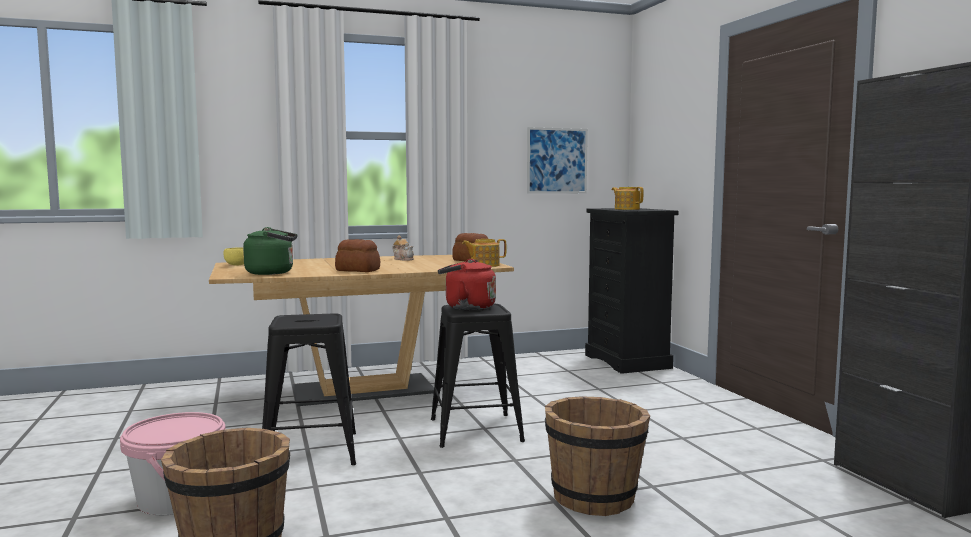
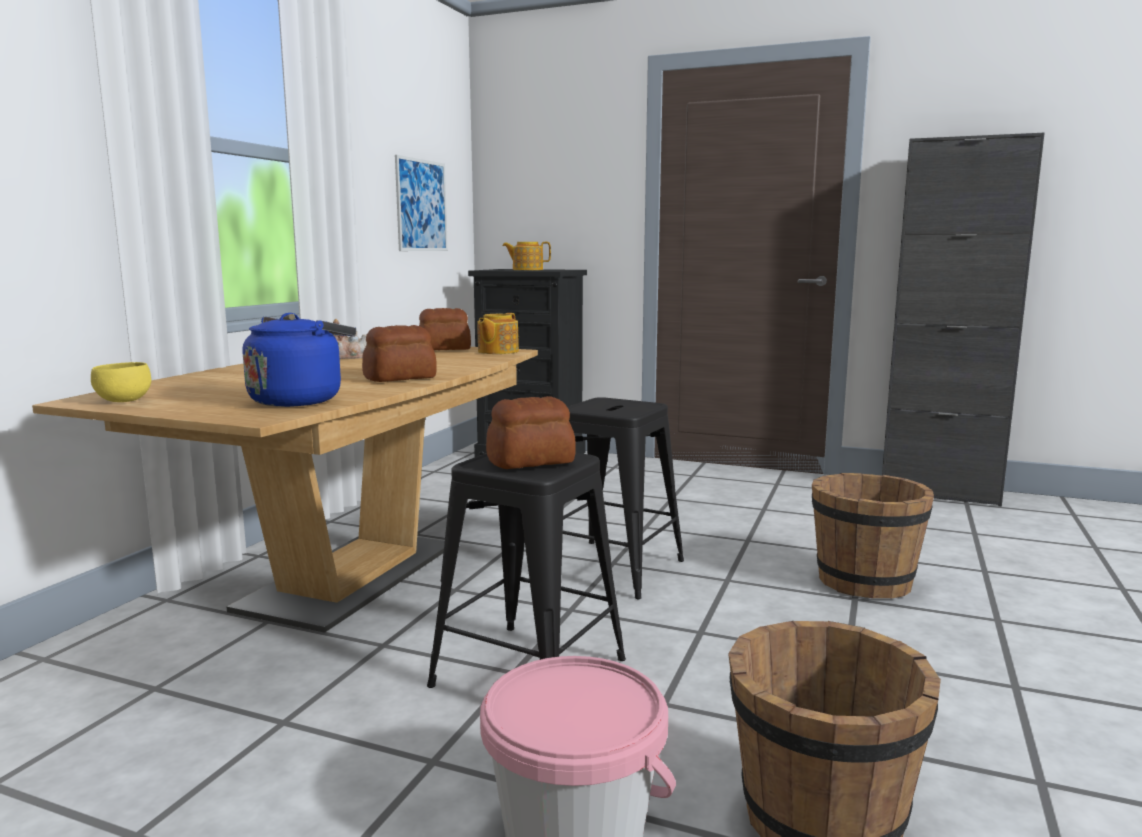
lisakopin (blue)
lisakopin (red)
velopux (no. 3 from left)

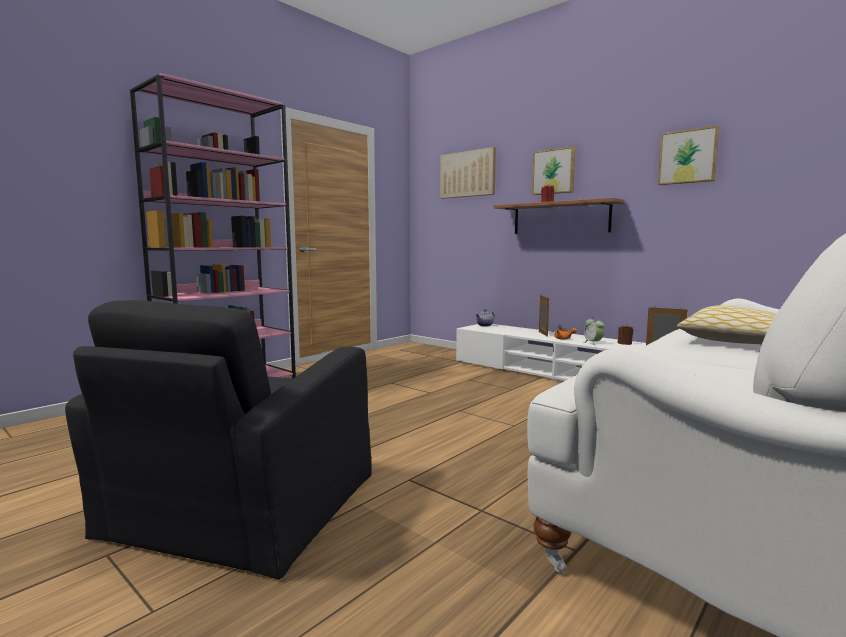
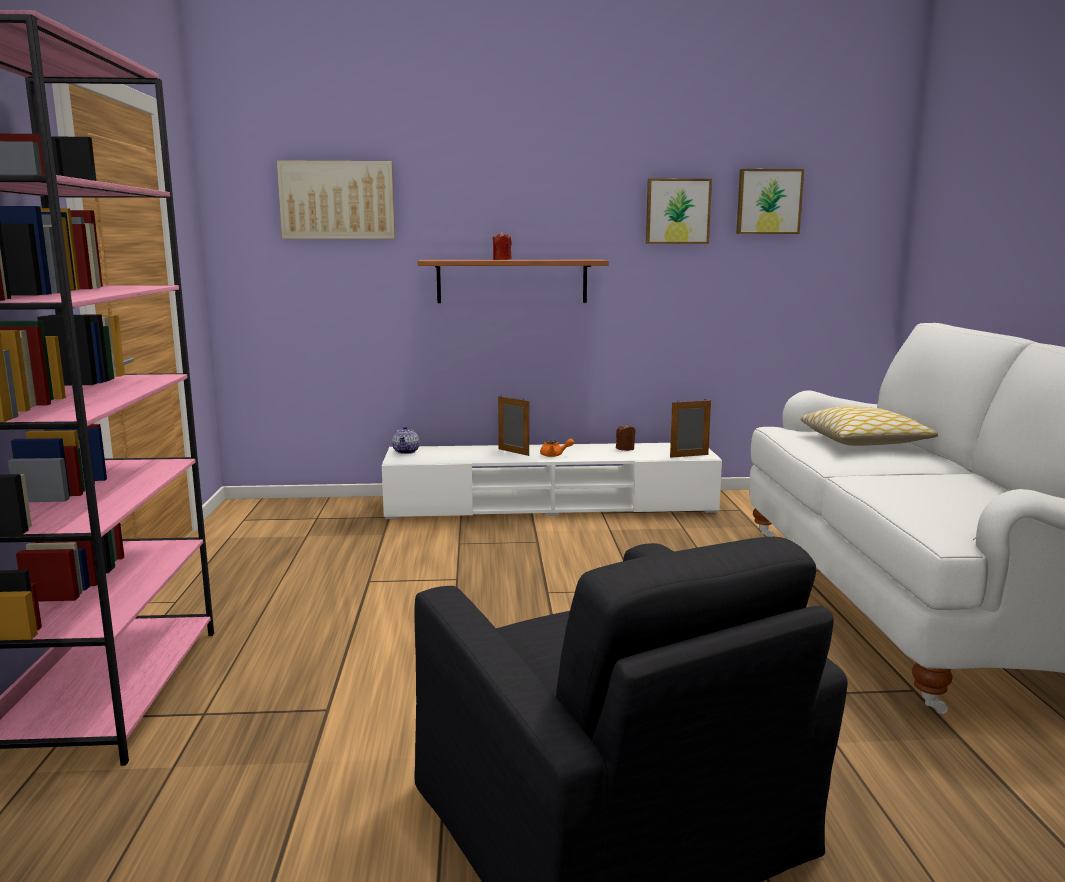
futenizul (no. 3 from left)
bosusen

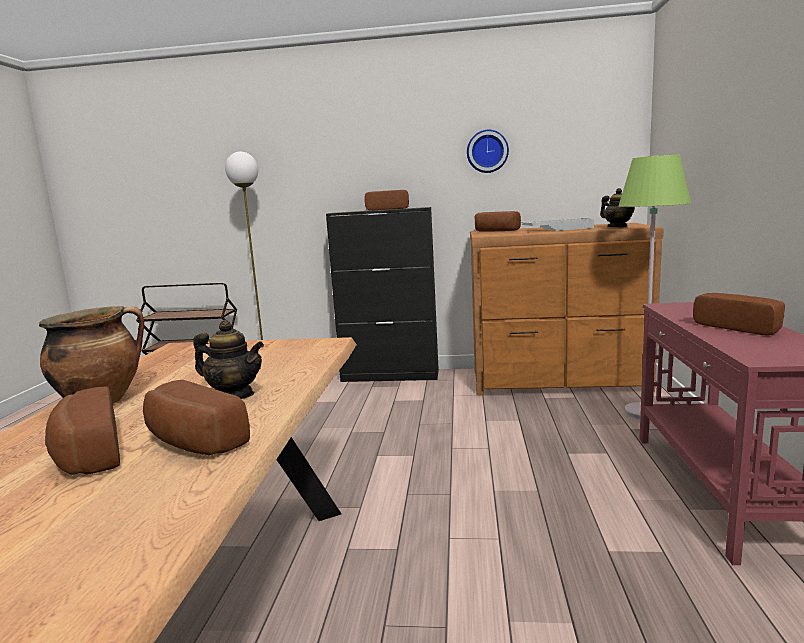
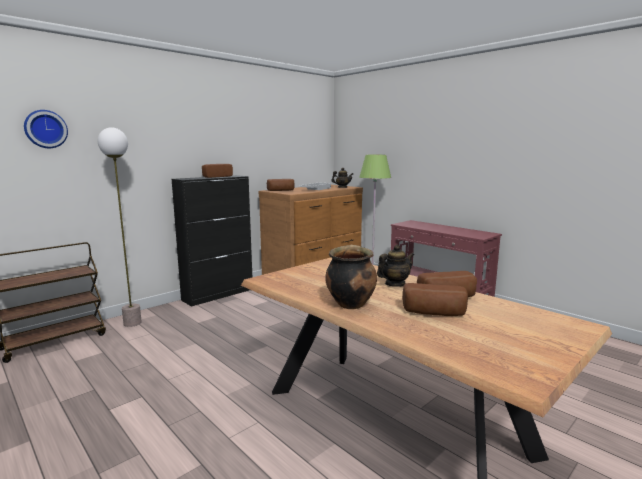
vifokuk
velopux (no. 5 from left in the first image)

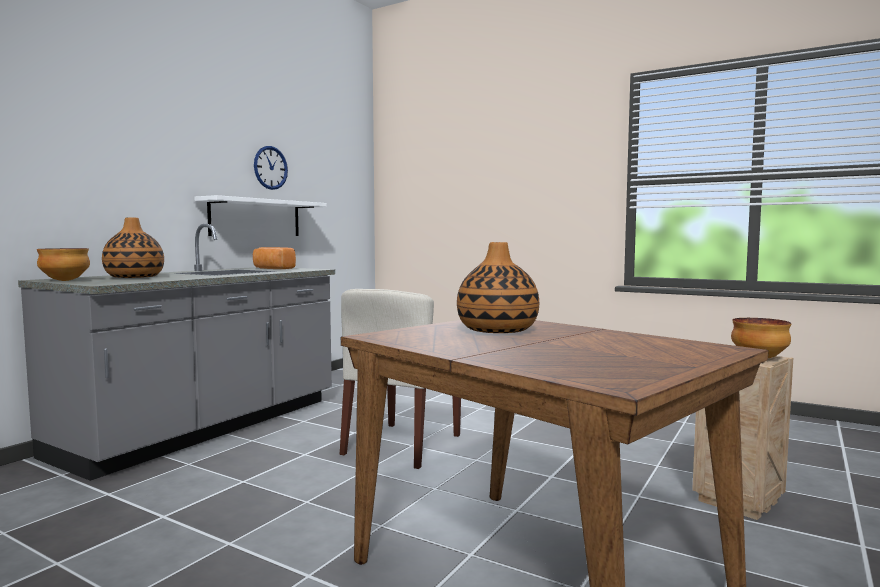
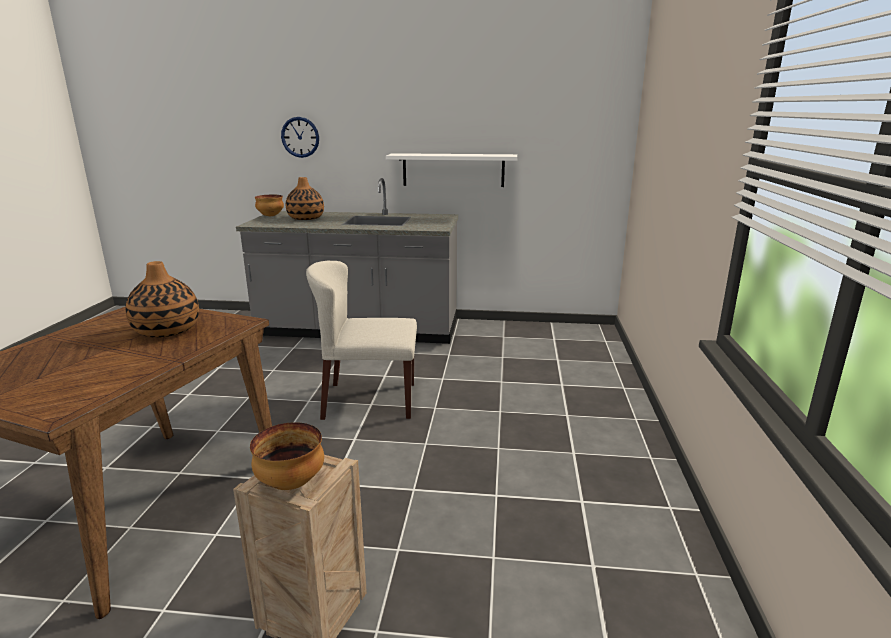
vifokuk
velopux

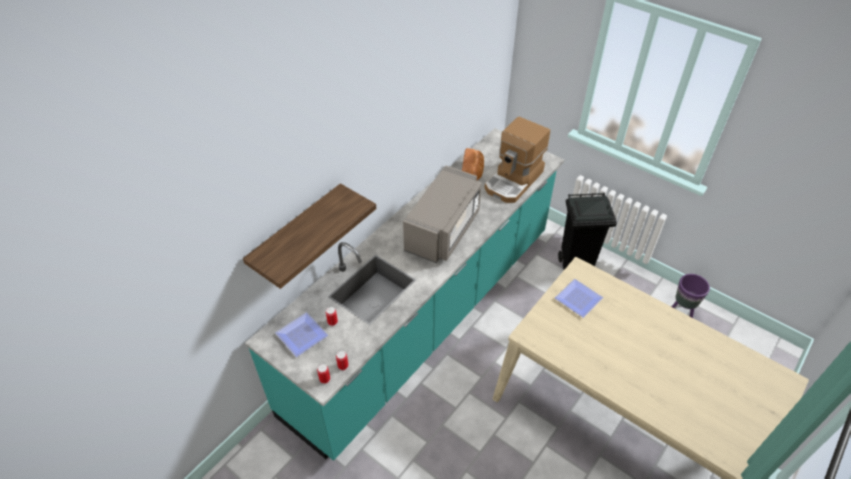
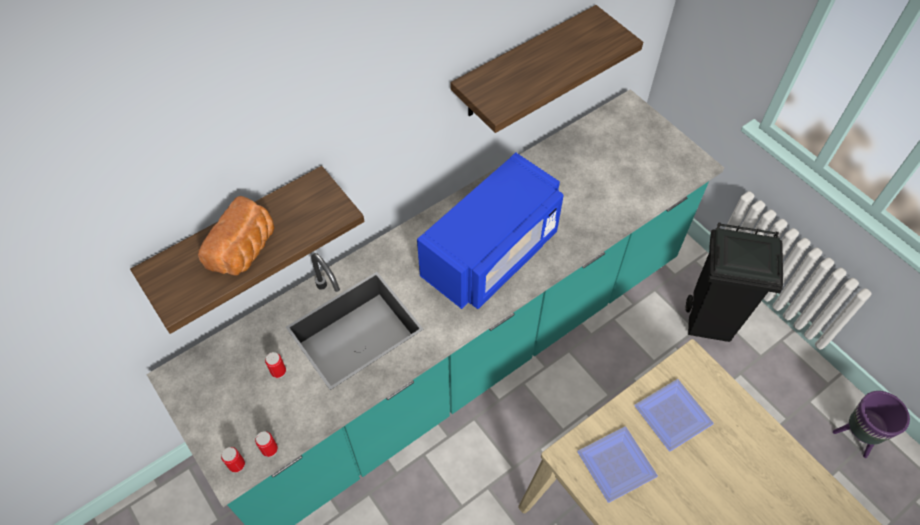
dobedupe
velopux
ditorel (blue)
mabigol (no. 1 from left)
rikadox (no. 2 from left)

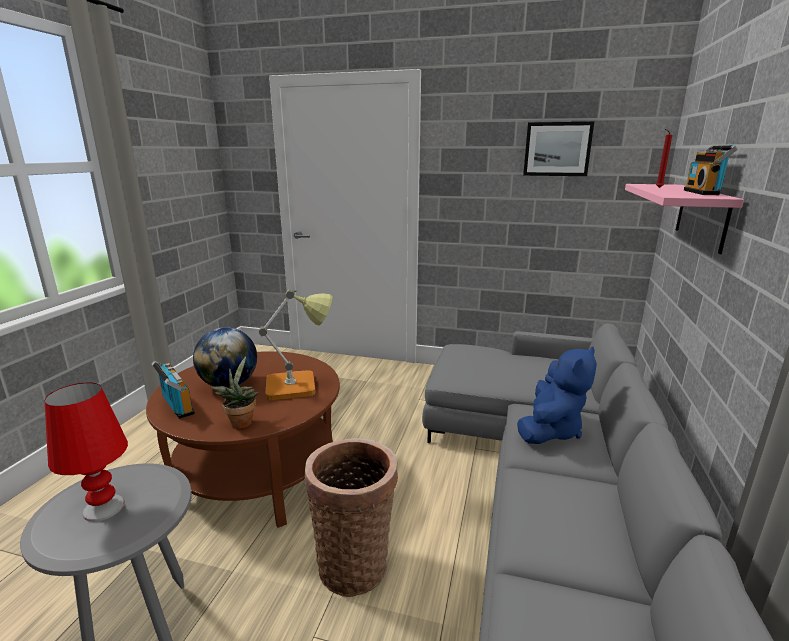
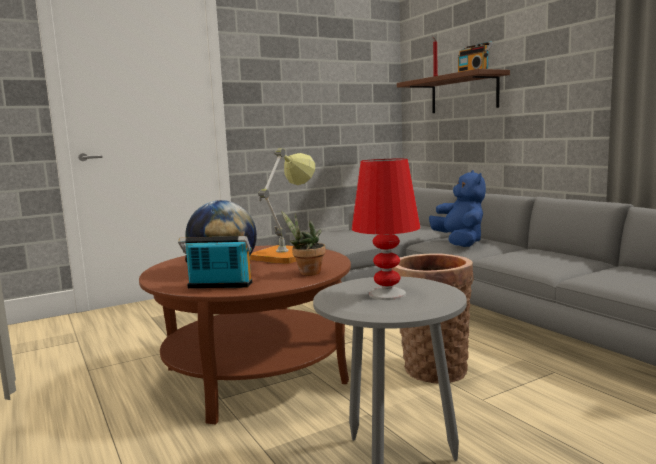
futenizul
rikadox (brown)

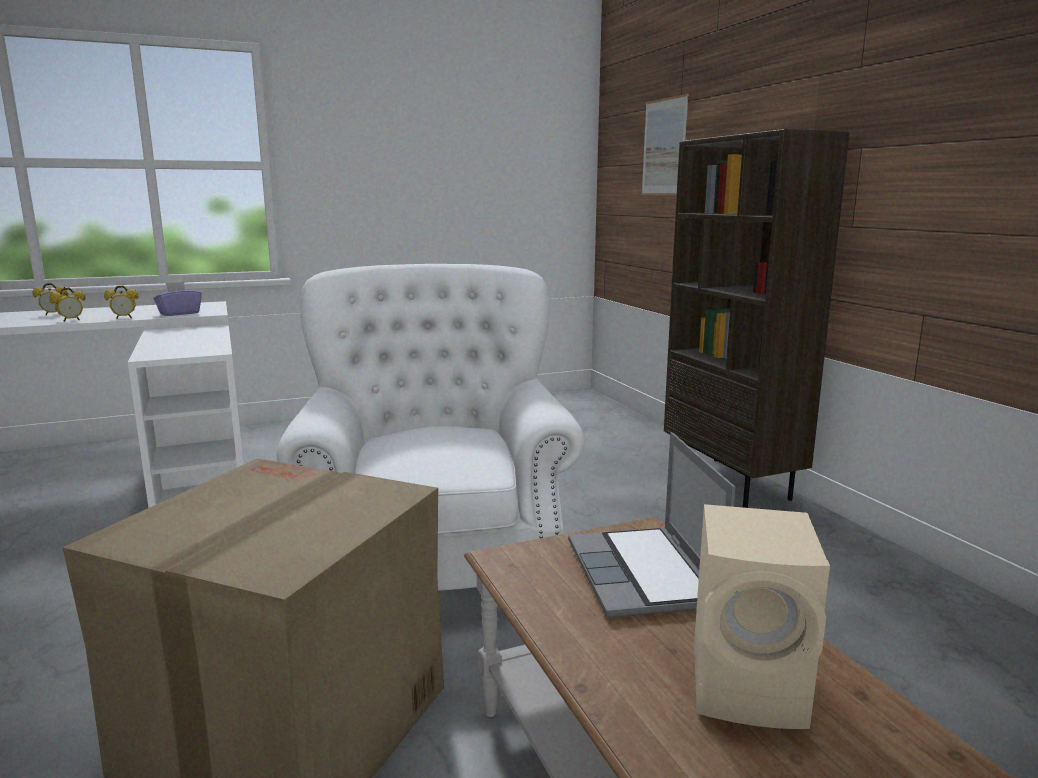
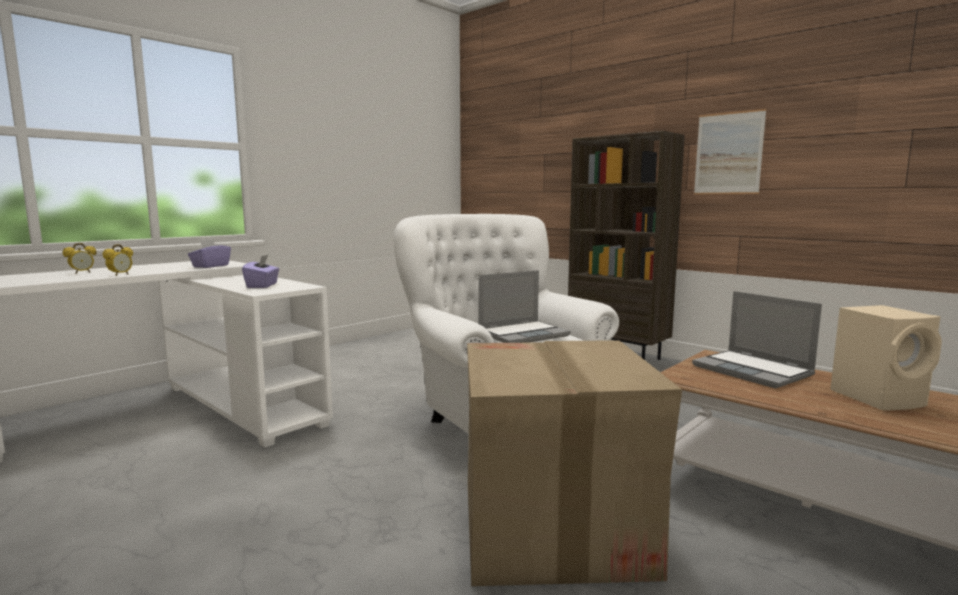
futenizul
bosusen (no. 3 from left in the first image)
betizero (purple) (no. 2 from left)
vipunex (no. 1 from left)

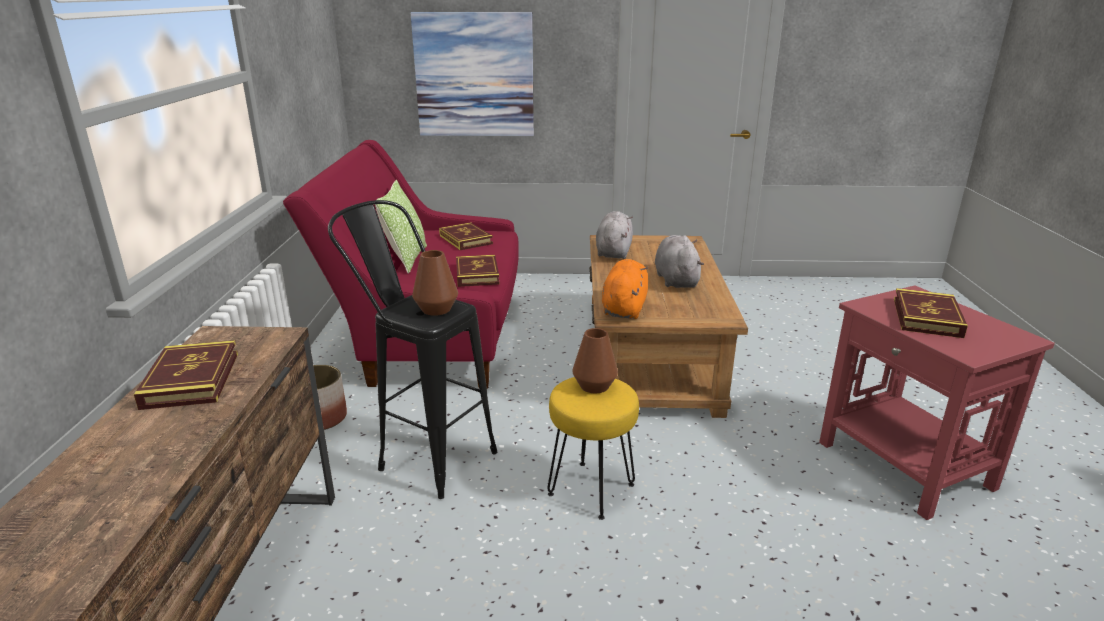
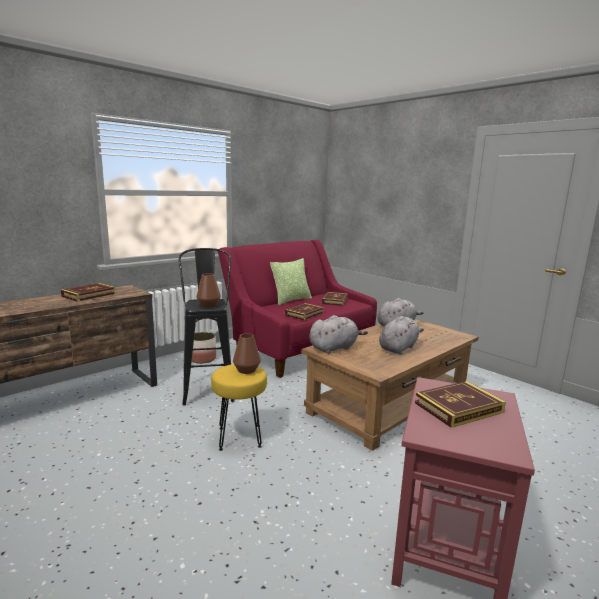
futenizul
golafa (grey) (no. 1 from left)

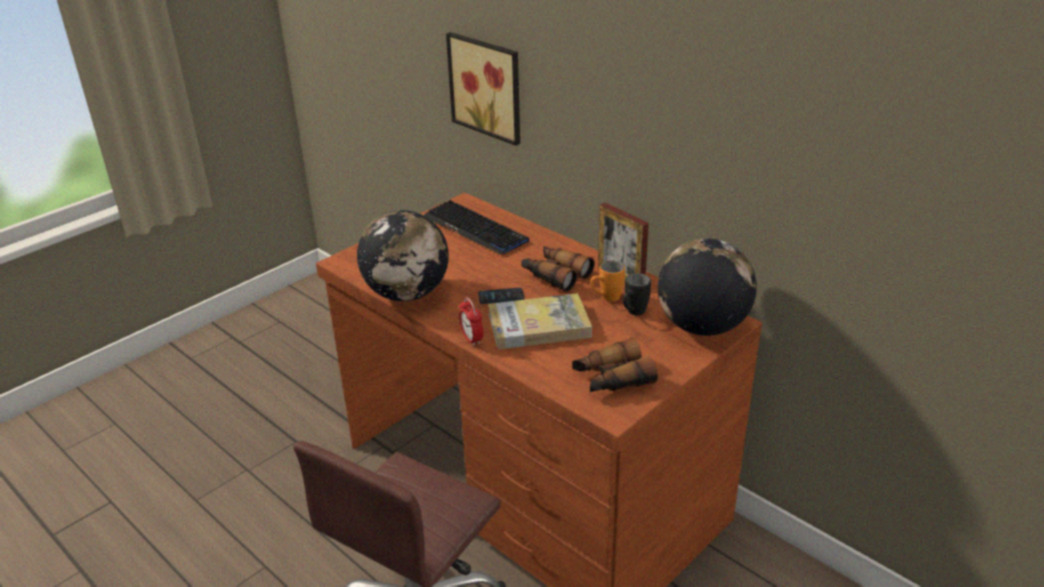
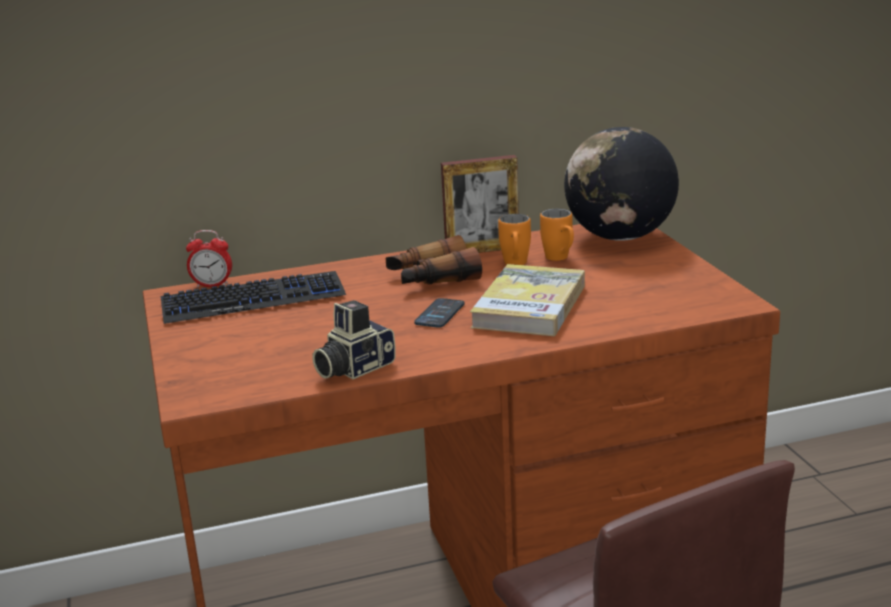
futenizul
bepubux
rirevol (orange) (no. 2 from left)
bosusen
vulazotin (no. 2 from left in the first image)

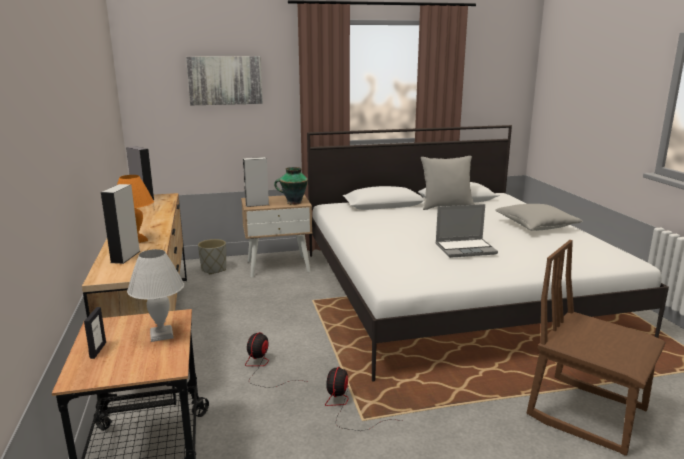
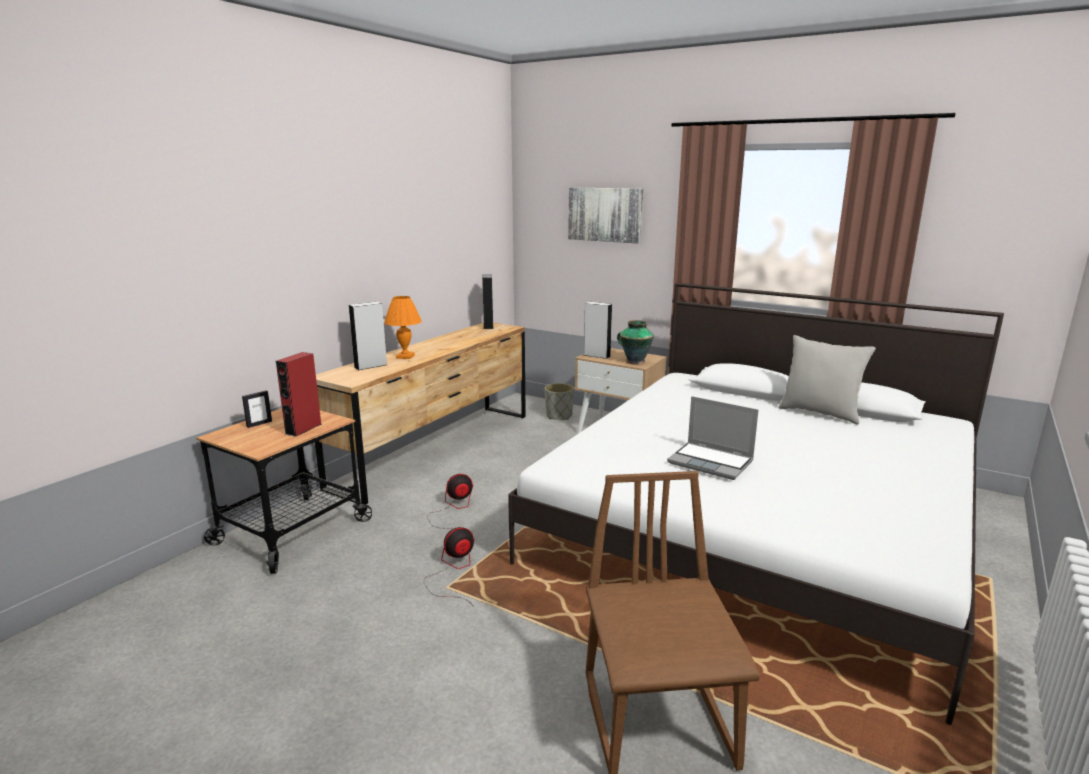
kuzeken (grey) (no. 2 from left in the first image)
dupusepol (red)

